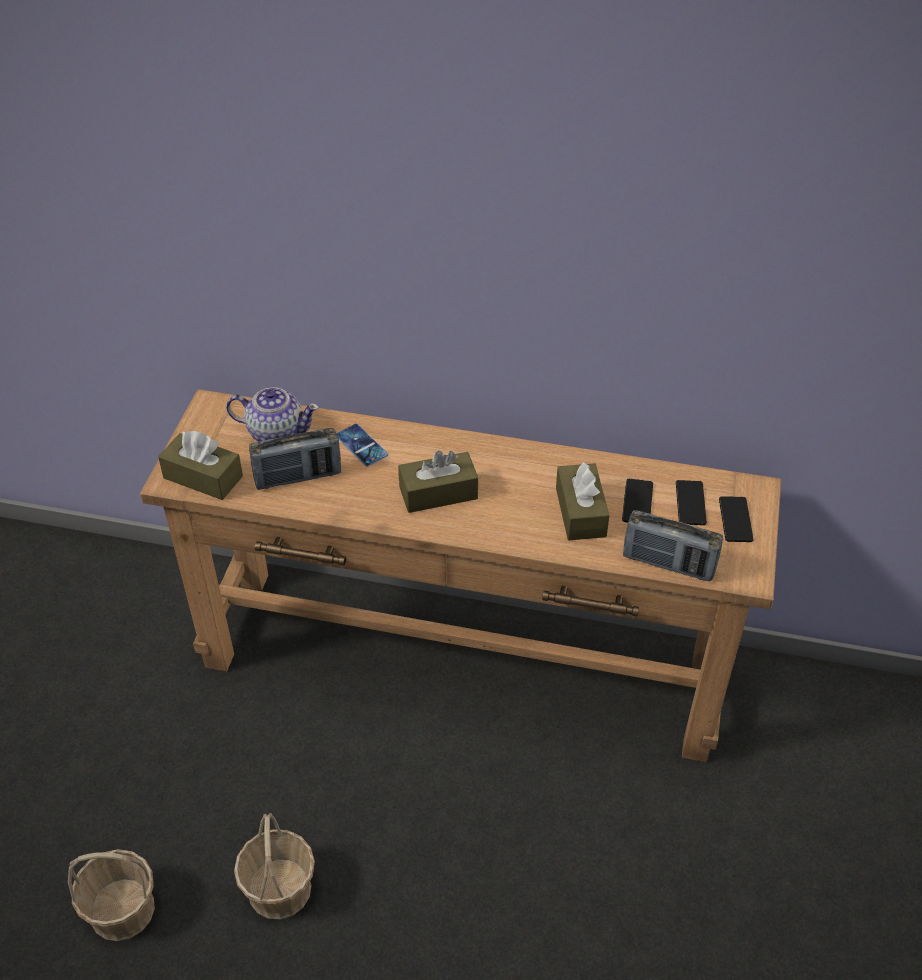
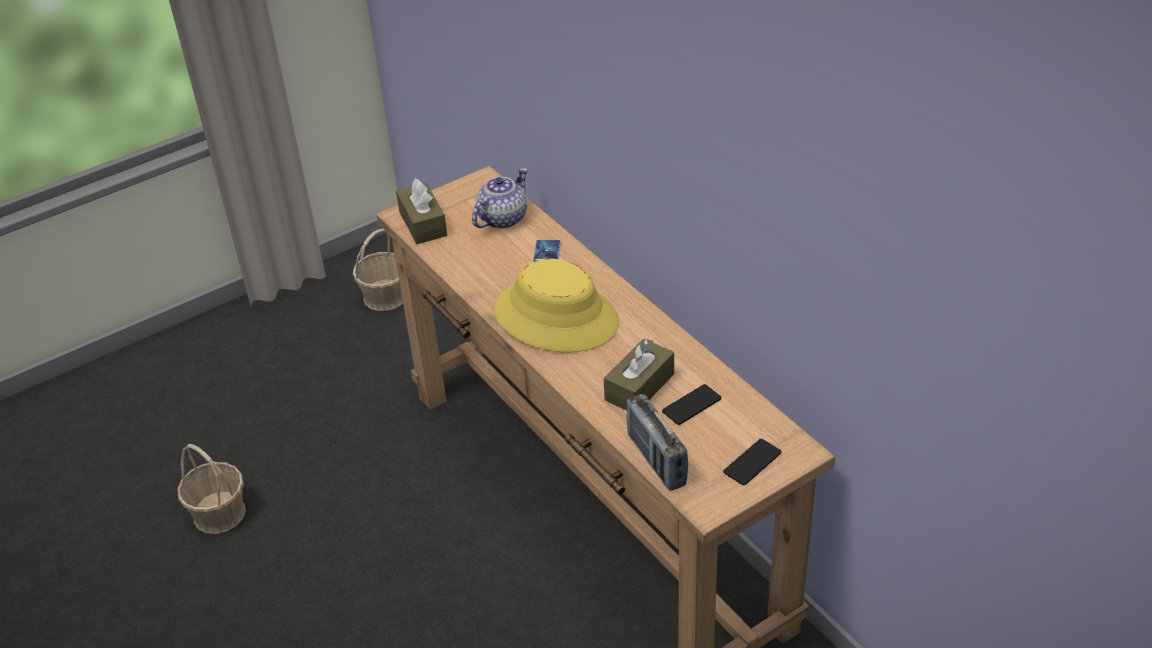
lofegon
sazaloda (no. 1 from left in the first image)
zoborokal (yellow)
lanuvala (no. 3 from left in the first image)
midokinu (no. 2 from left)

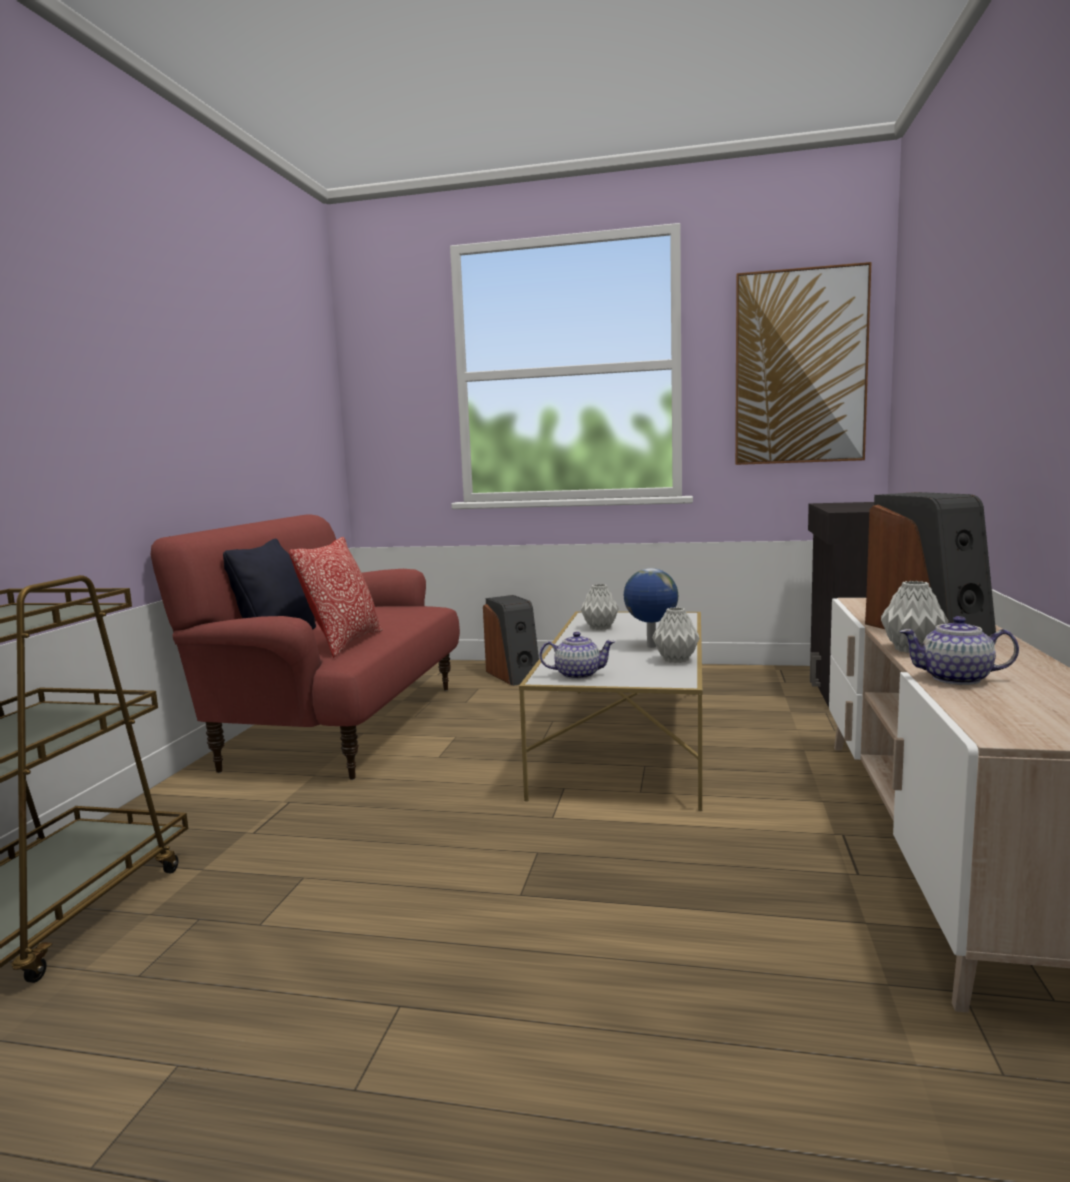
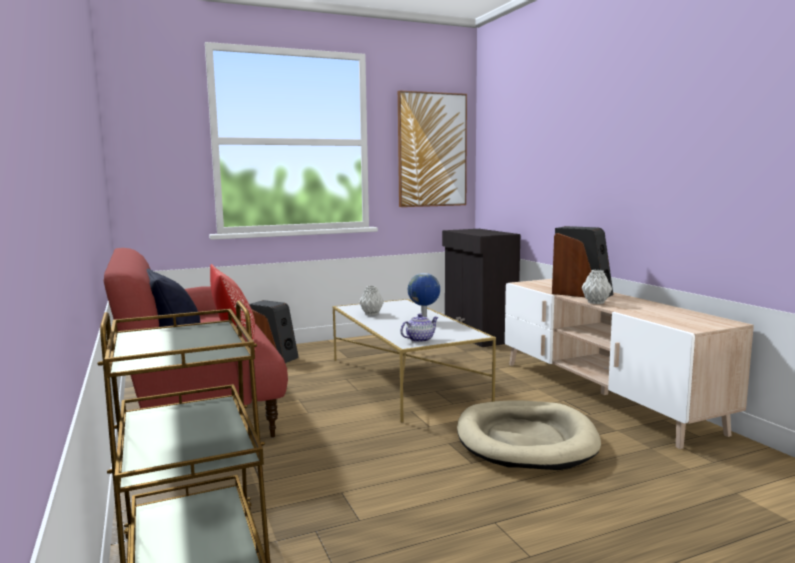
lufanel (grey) (no. 2 from left in the first image)
lofegon (no. 2 from left in the first image)
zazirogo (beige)

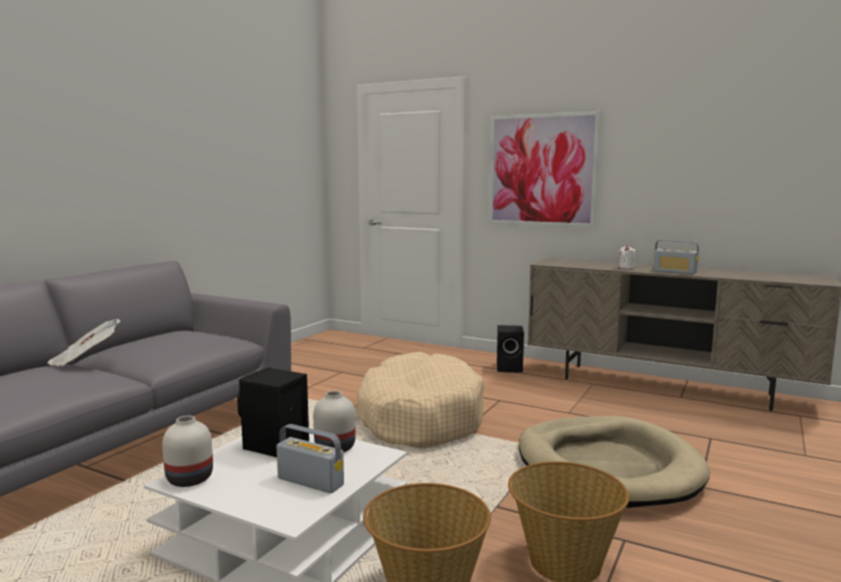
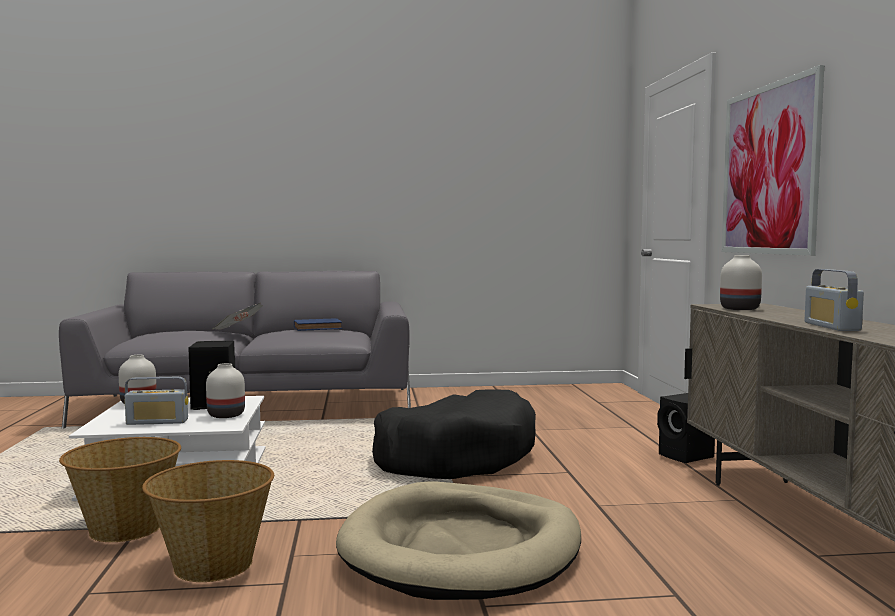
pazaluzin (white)
zazirogo (black)
sazaloda (no. 1 from left)
lufanel (white) (no. 3 from left)
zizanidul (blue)

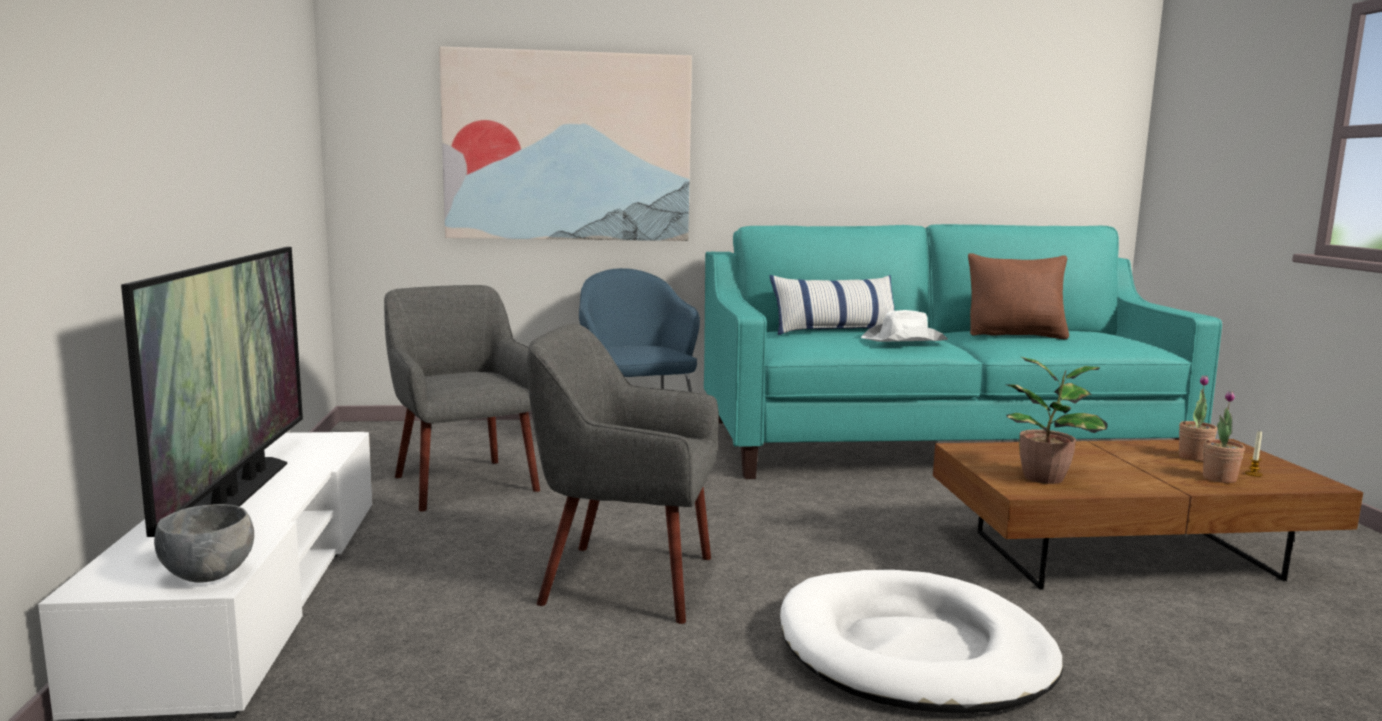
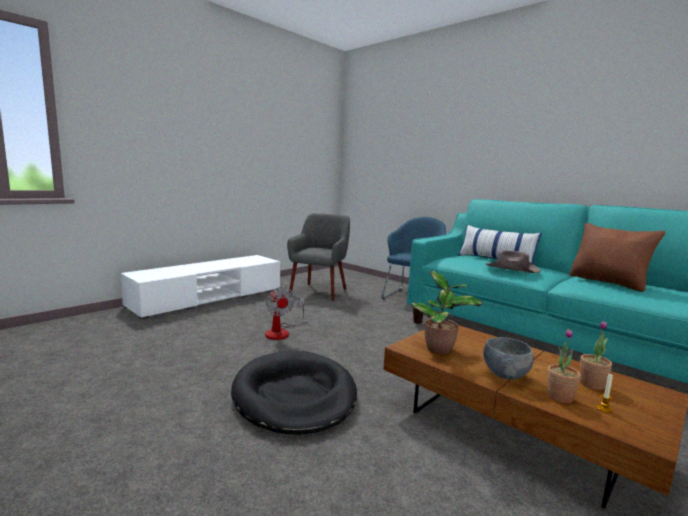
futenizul
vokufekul
zoborokal (brown)
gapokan
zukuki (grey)
zazirogo (black)

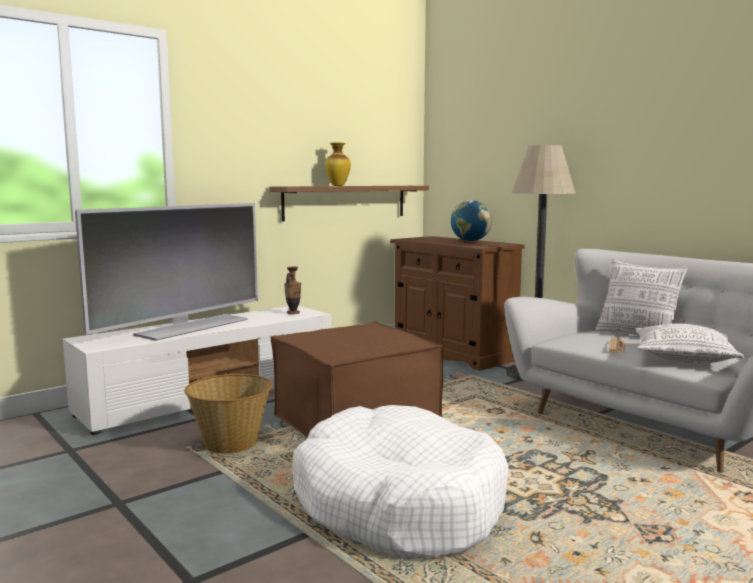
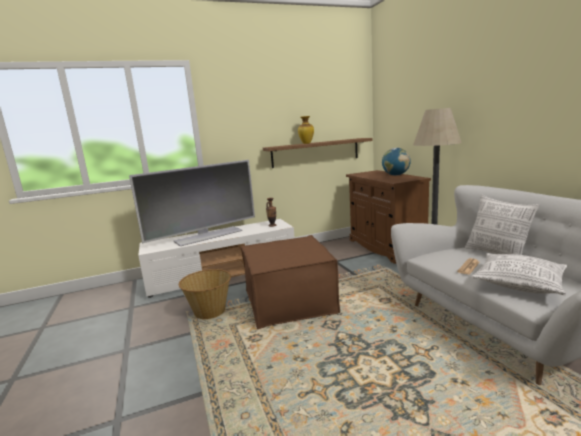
zazirogo (white)

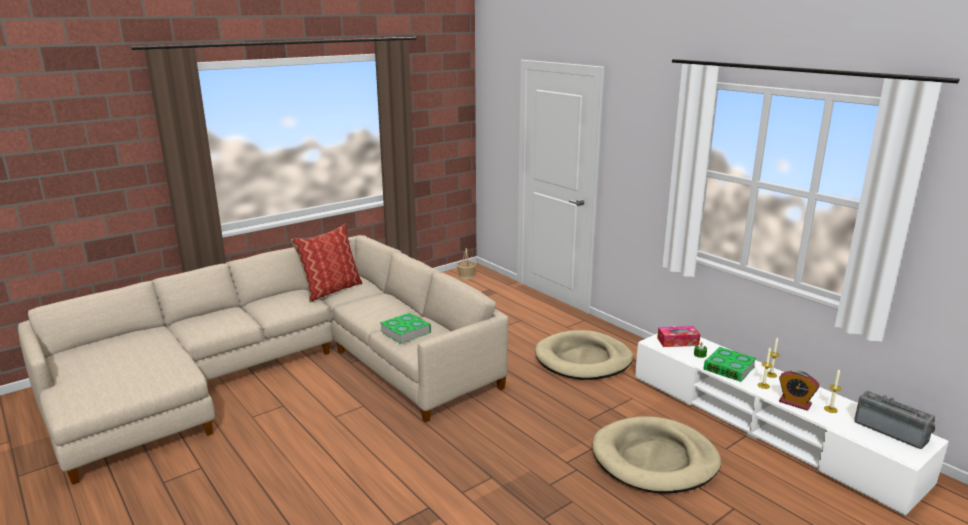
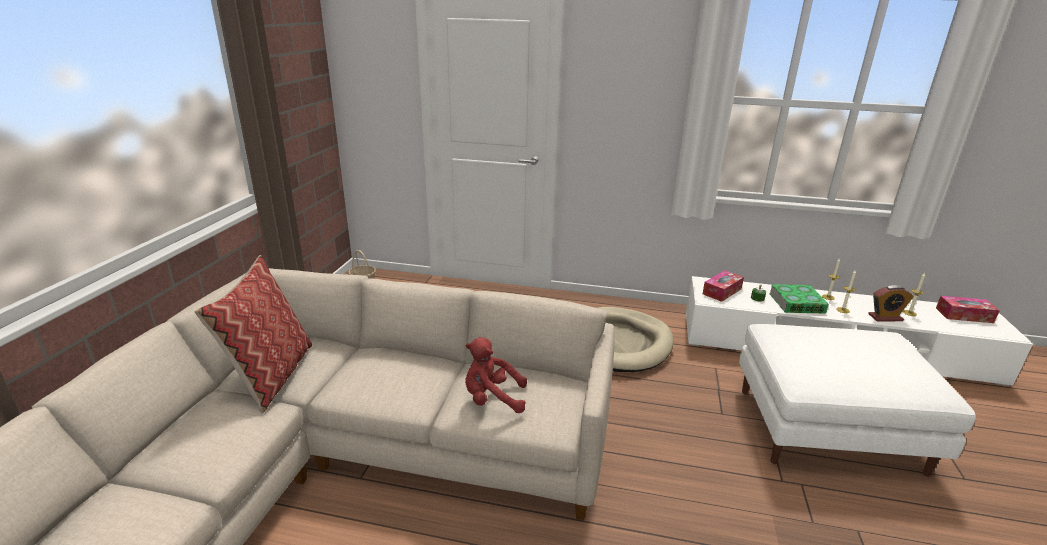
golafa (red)
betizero (no. 2 from left)
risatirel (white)

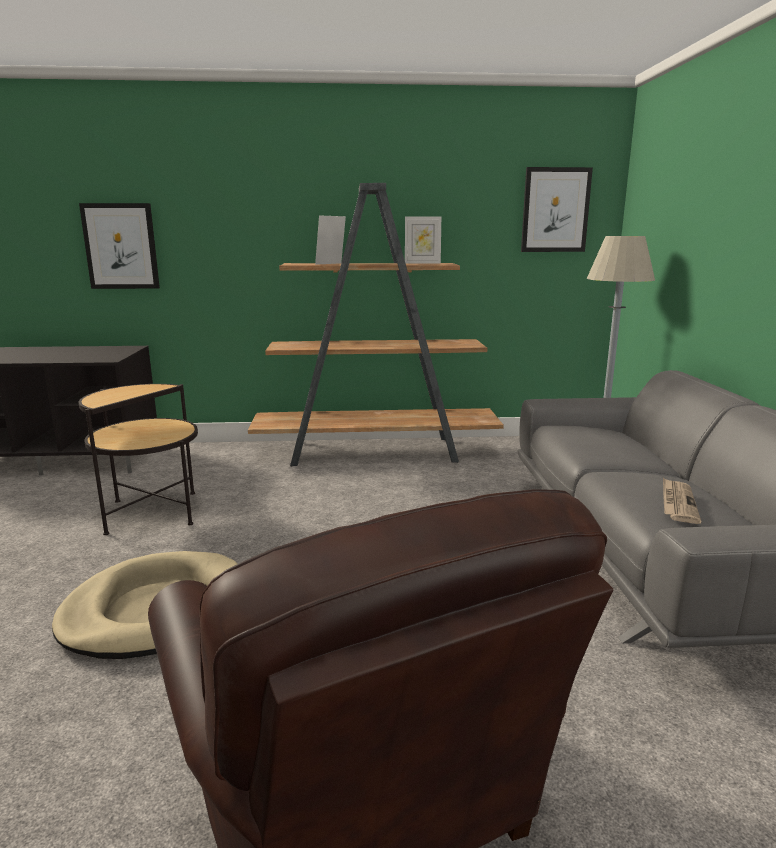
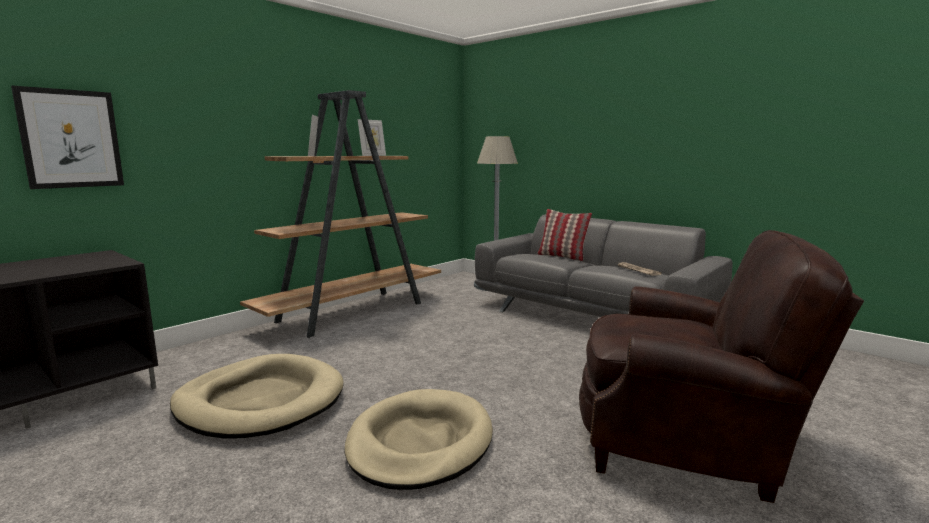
futenizul (no. 2 from left in the first image)
zazirogo (beige) (no. 1 from left)
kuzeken

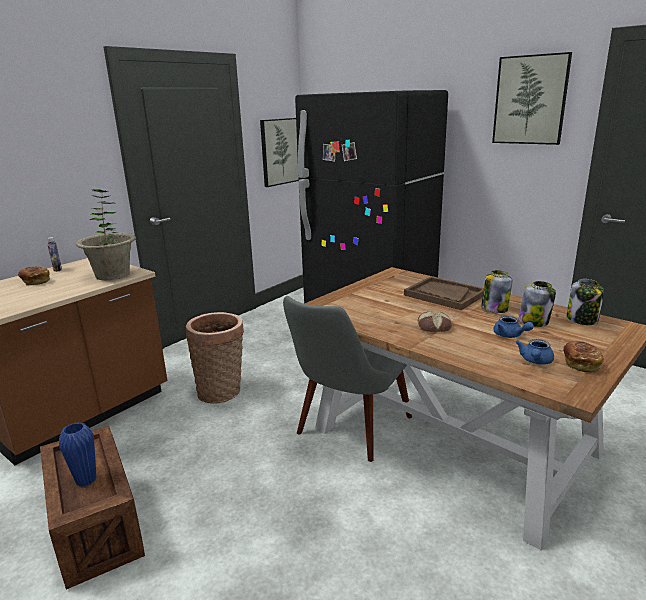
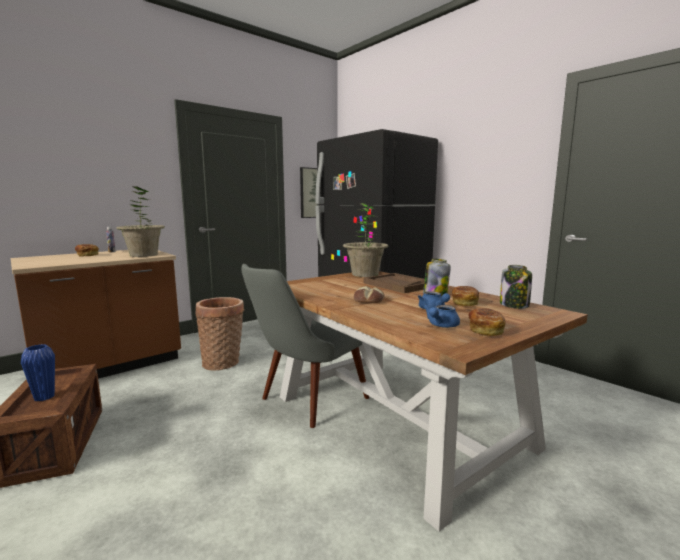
futenizul (no. 2 from left in the first image)
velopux (no. 3 from left)
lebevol (no. 2 from left)

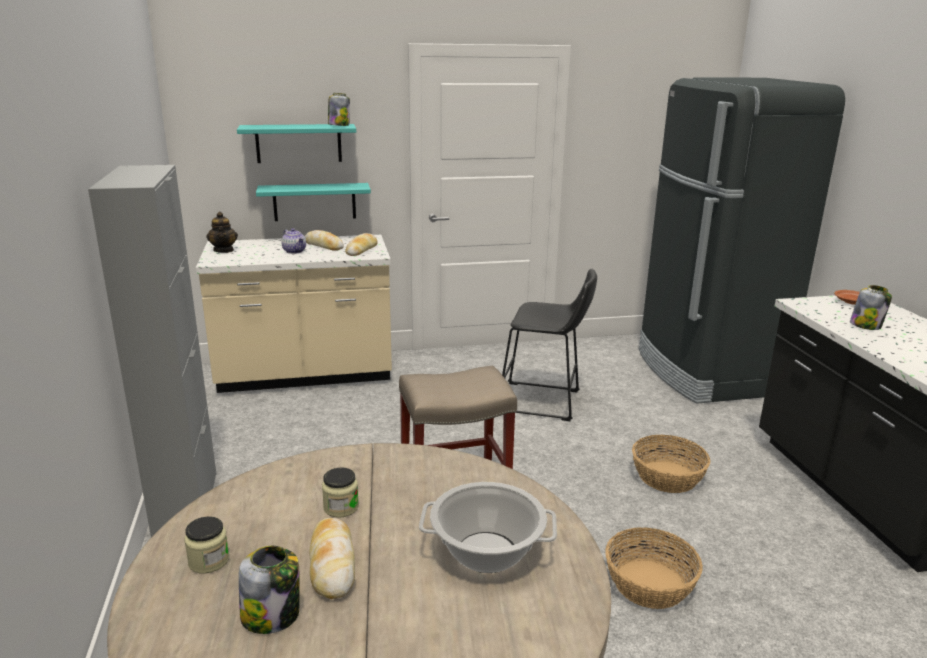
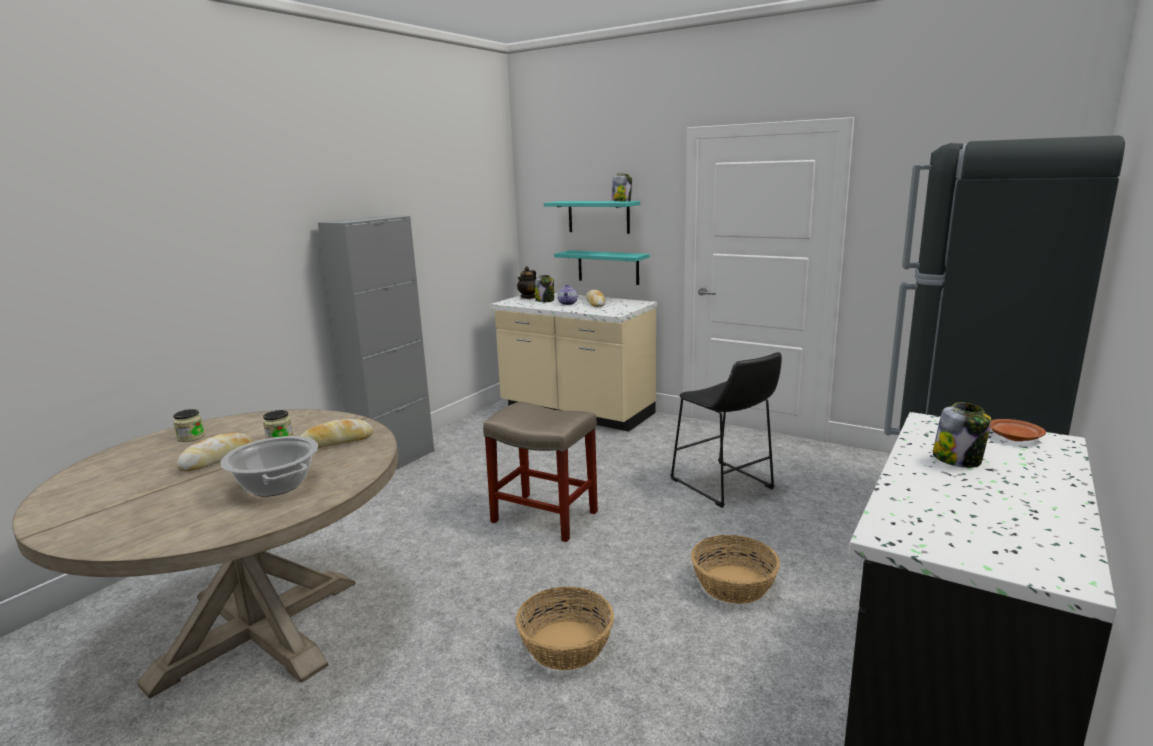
velopux (no. 2 from left)
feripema (no. 3 from left)

